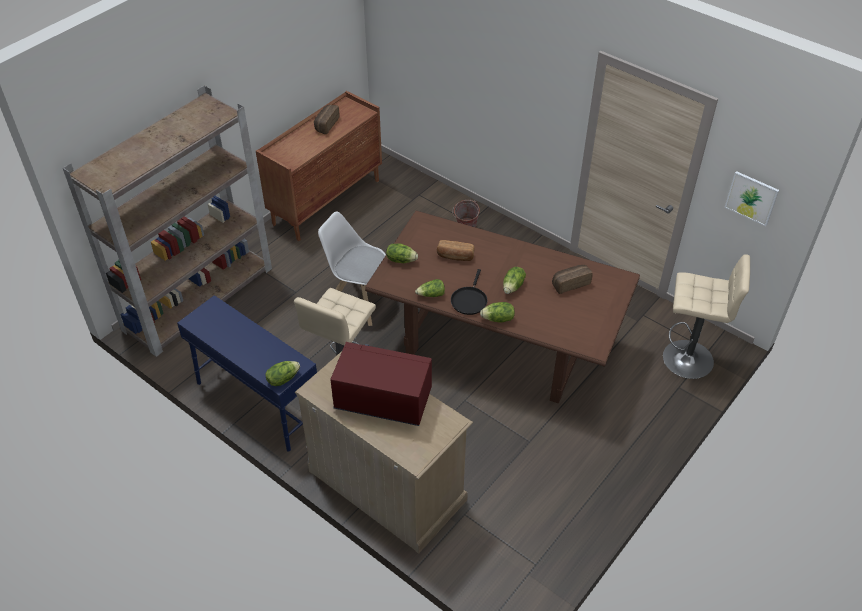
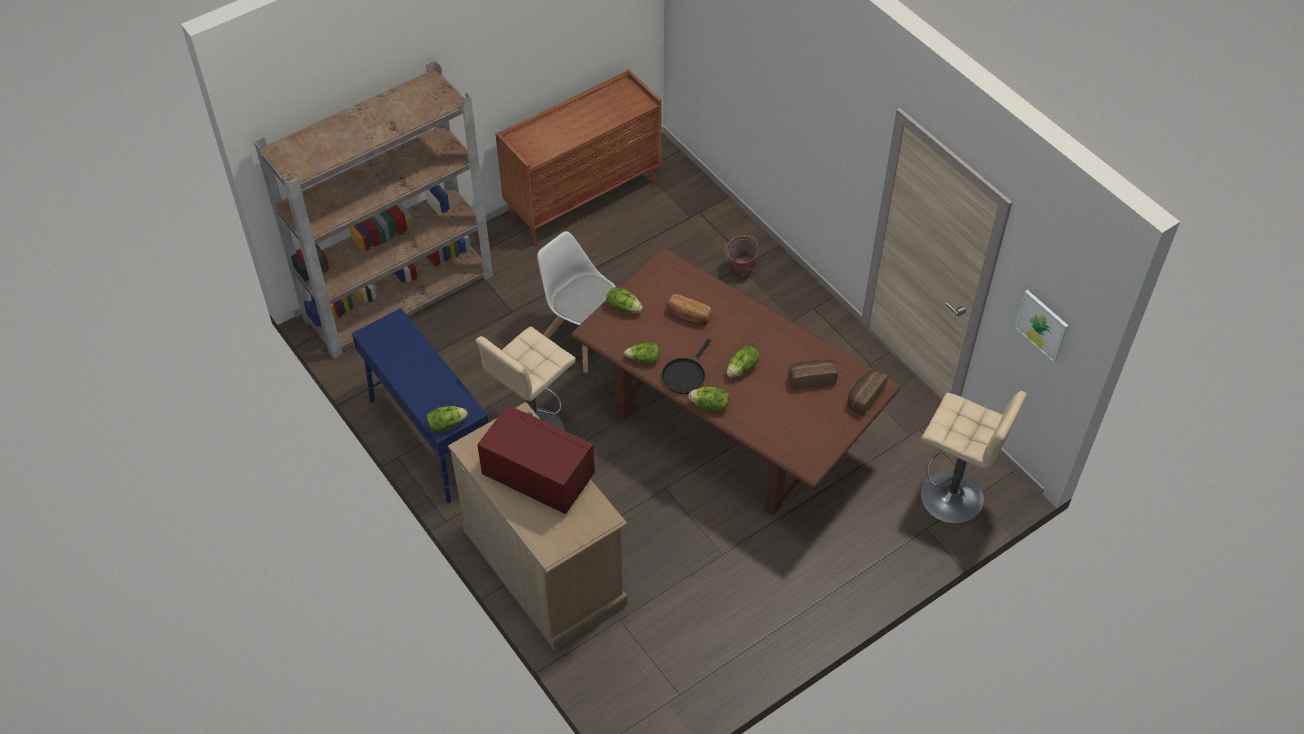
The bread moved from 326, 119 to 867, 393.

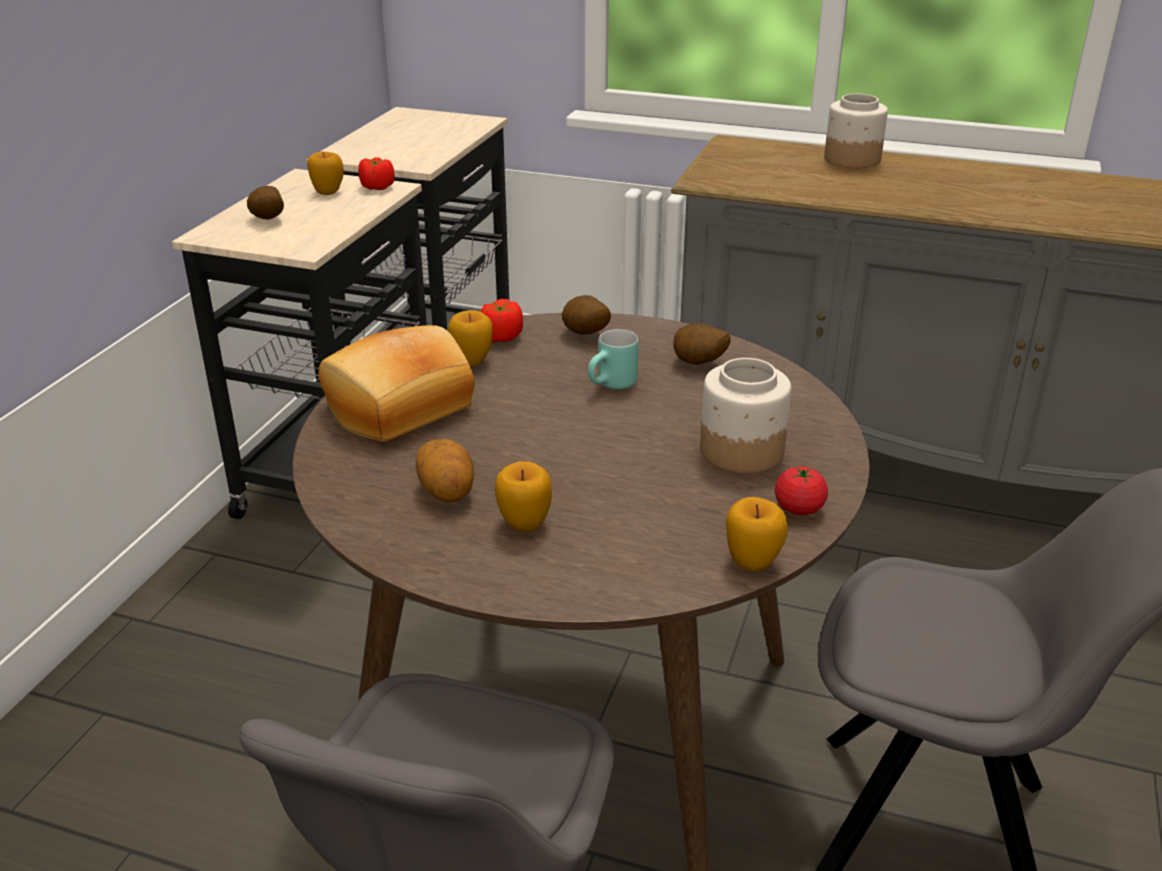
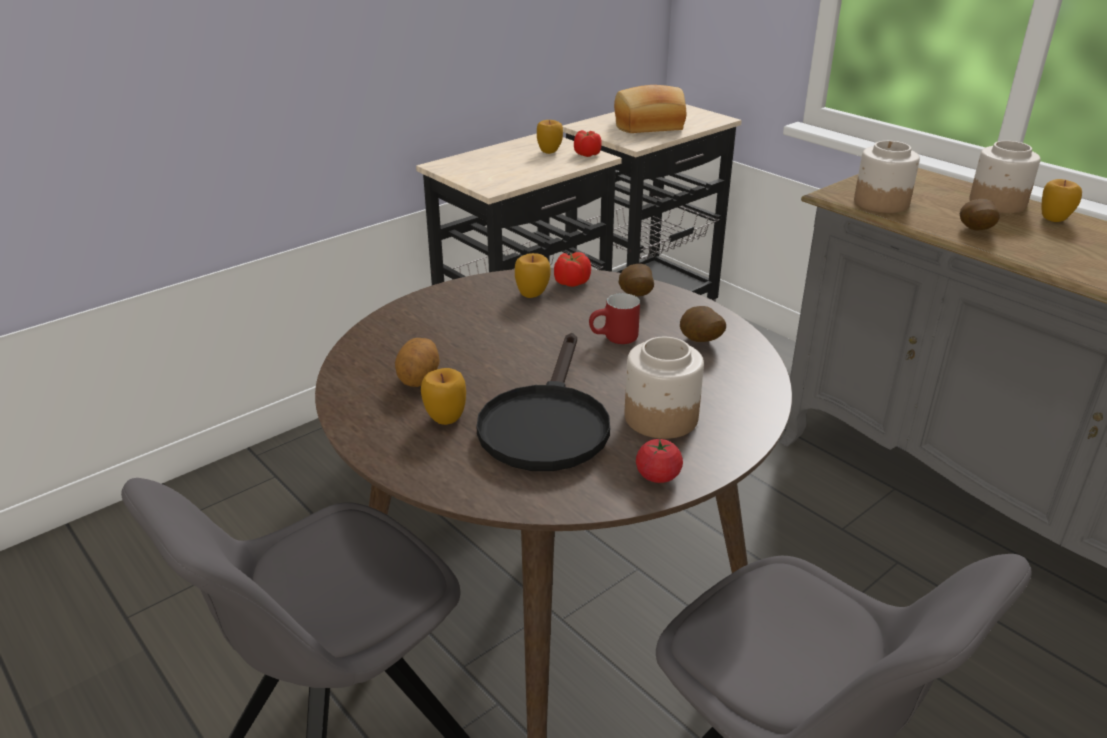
The frying pan in black at 543, 402 appeared.
The jar at 887, 177 appeared.
The potato moved from 265, 203 to 980, 215.
The bread moved from 396, 383 to 650, 109.
The apple moved from 757, 534 to 1062, 200.
The mug in turquoise at 613, 359 became the mug in red at 614, 318.

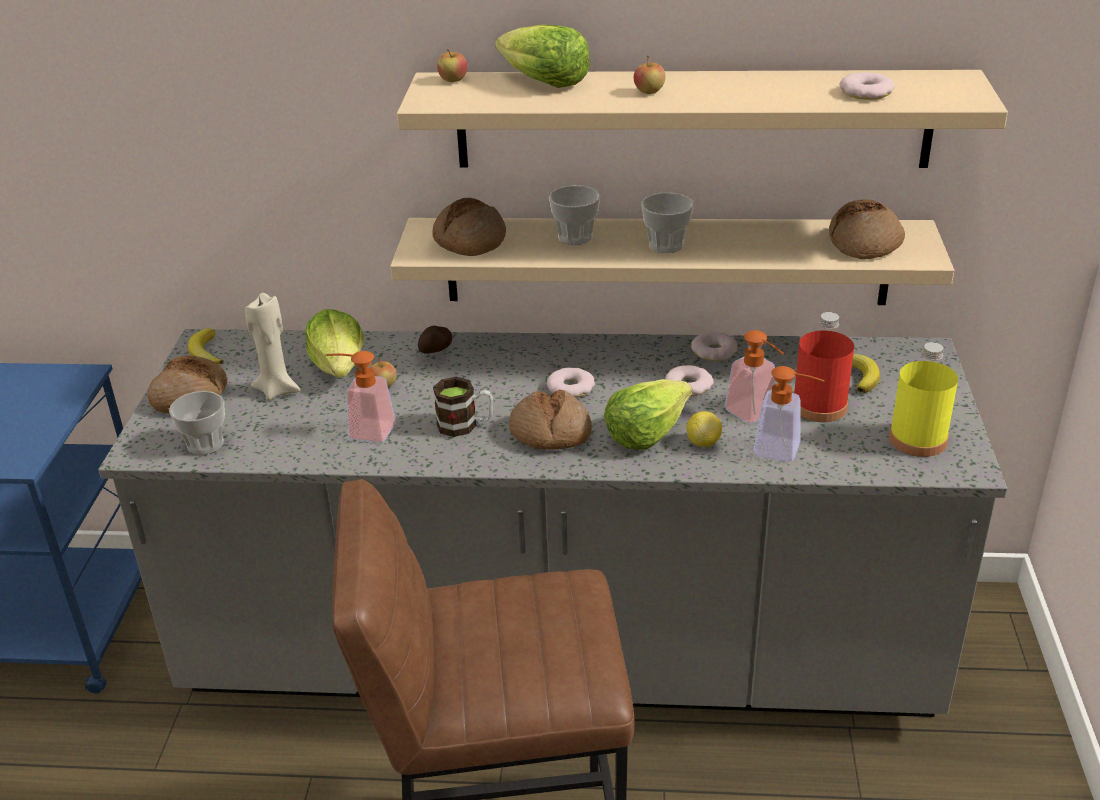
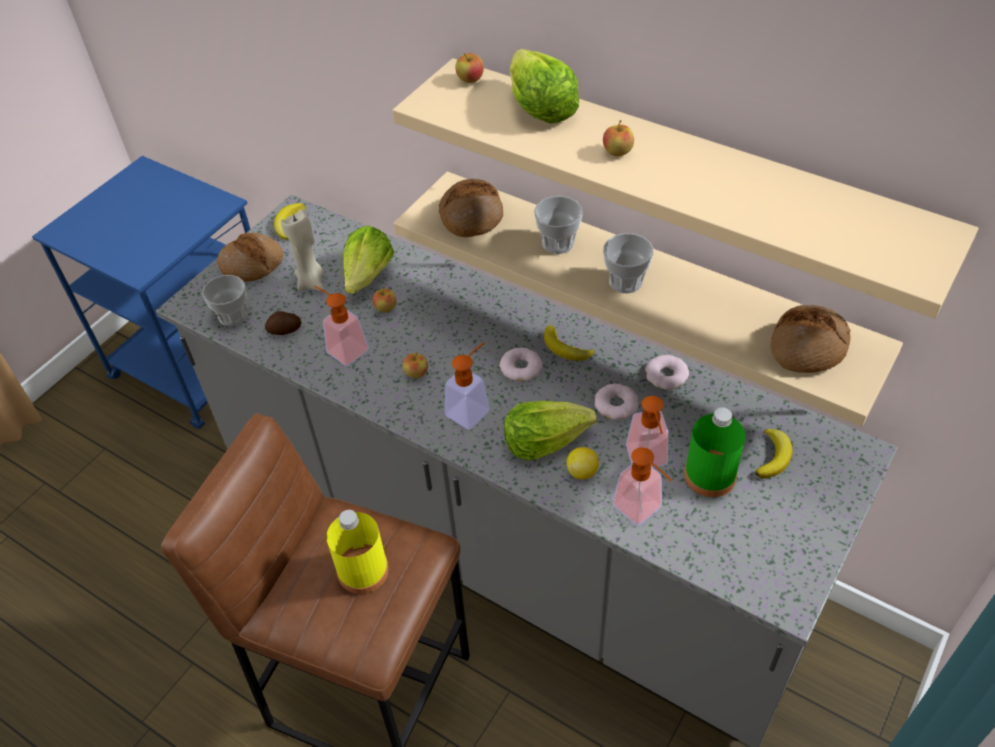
The donut at 867, 86 disappeared.
The banana at 569, 343 appeared.
The potato moved from 435, 340 to 283, 323.
The bottle in yellow moved from 923, 399 to 358, 552.
The mug at 463, 407 was replaced by the apple at 415, 365.
The bread at 550, 420 was replaced by the soap dispenser at 467, 386.
The bottle in red at 824, 367 became the bottle in green at 715, 452.

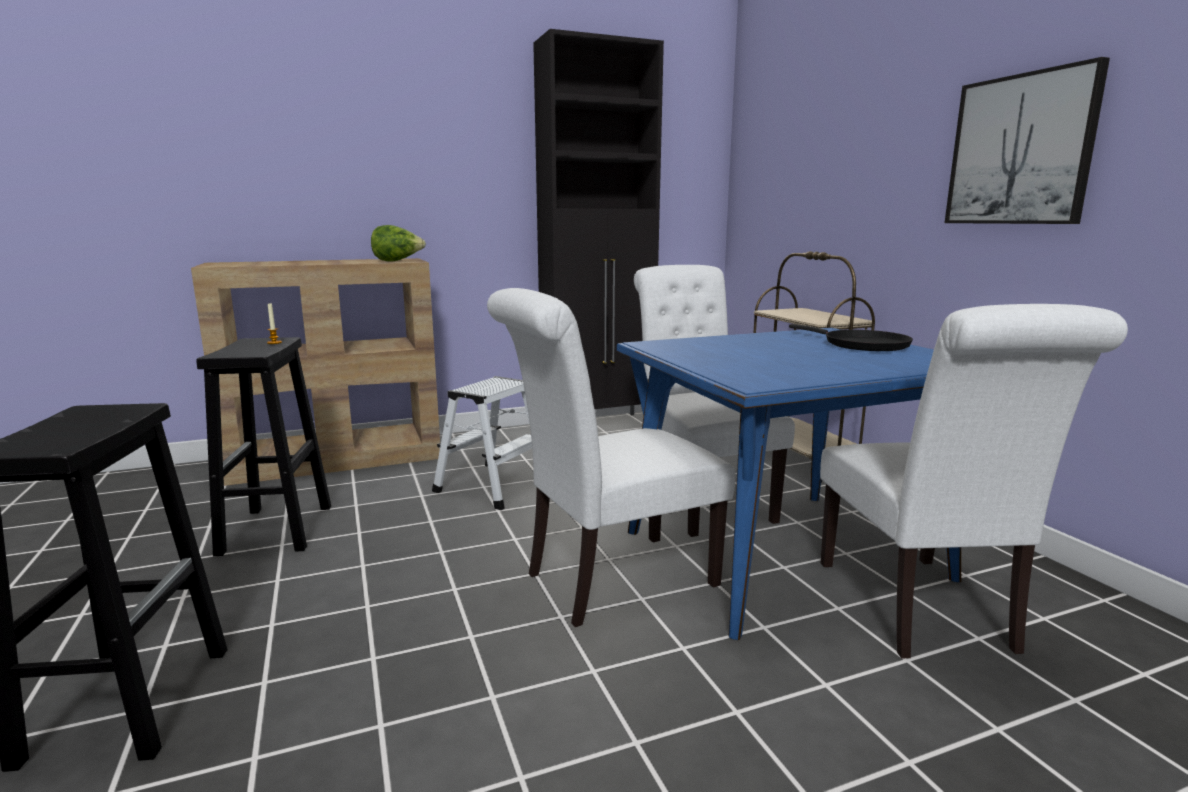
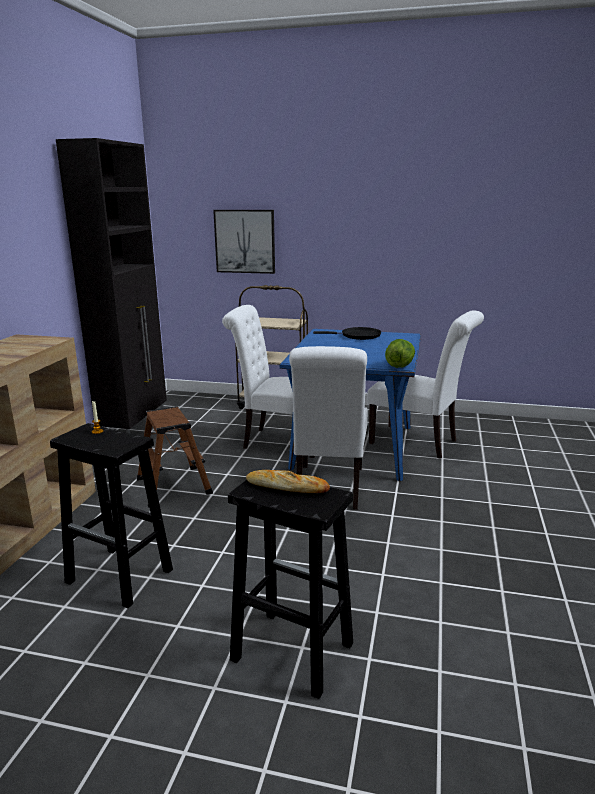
The bread at 288, 481 appeared.
The lettuce moved from 398, 243 to 400, 353.
The picture moved from 1027, 140 to 244, 242.
The step ladder in white at 482, 443 became the step ladder in brown at 175, 456.

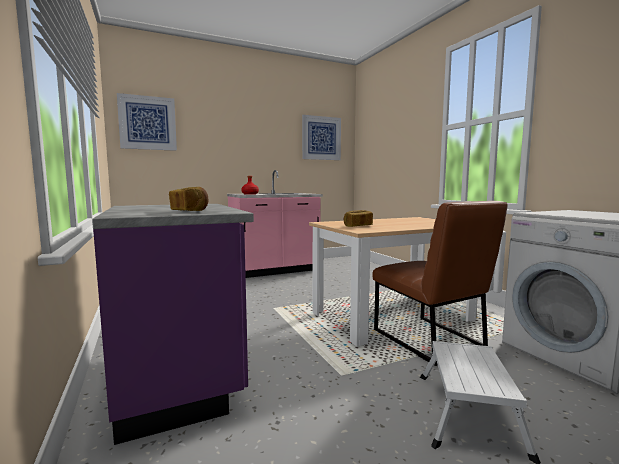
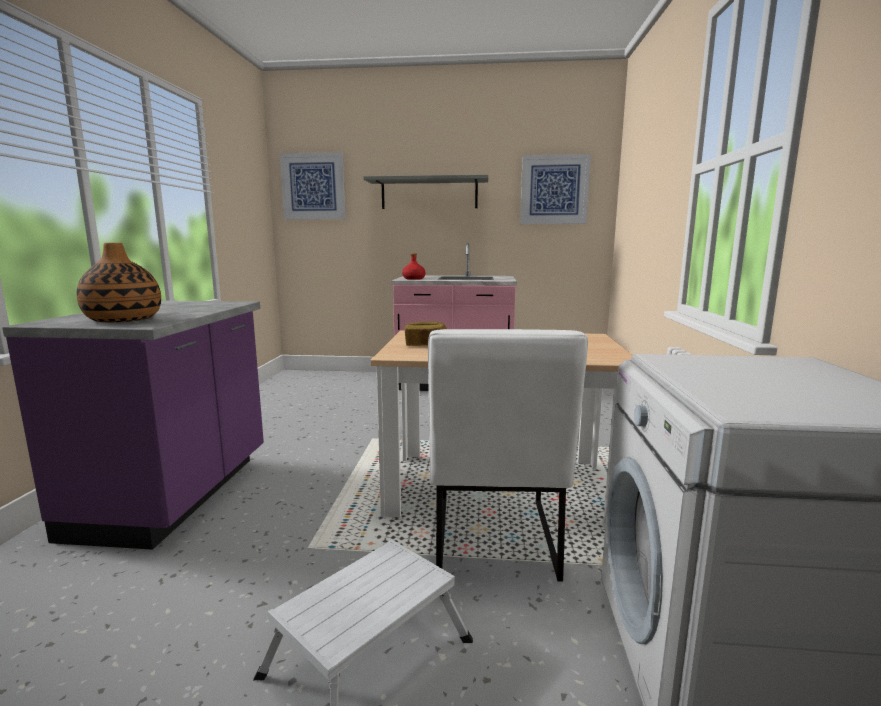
The shelf in grey at 425, 192 appeared.
The bread at 188, 199 was replaced by the vase at 118, 282.
The chair in brown at 440, 283 became the chair in white at 508, 455.

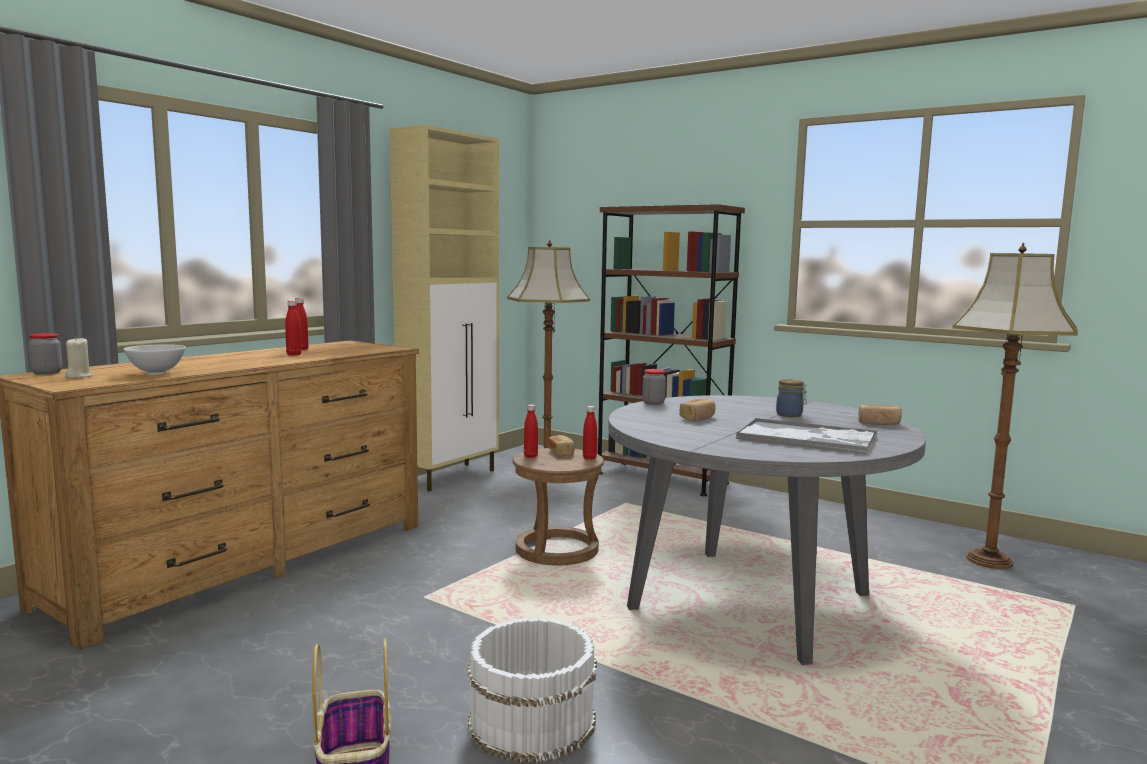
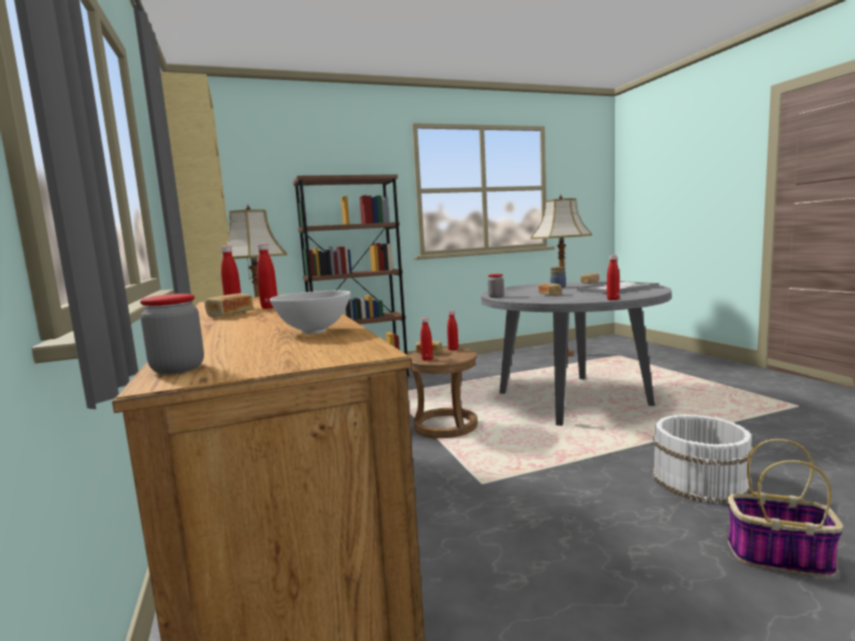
The candle in beige at 79, 357 disappeared.
The bread at 229, 305 appeared.
The bottle in red at 613, 277 appeared.

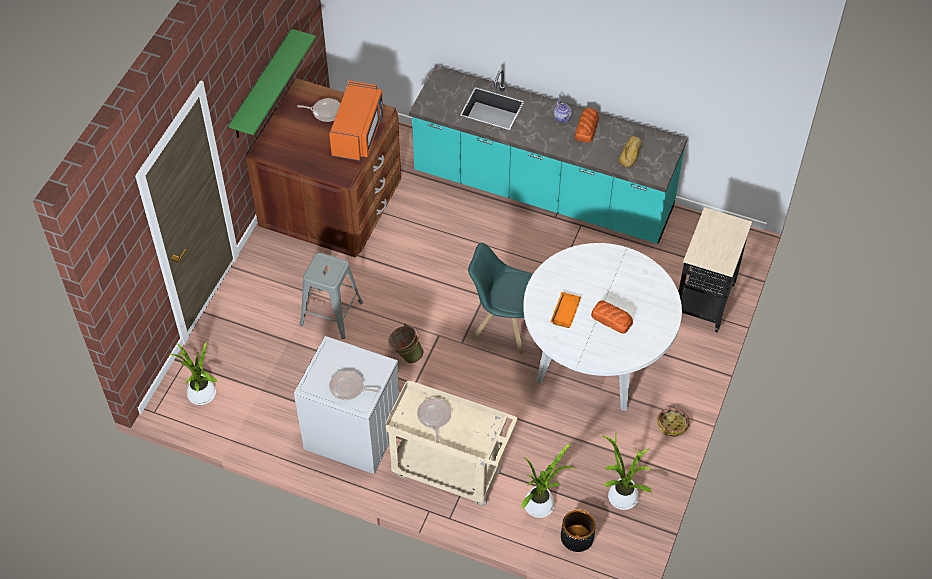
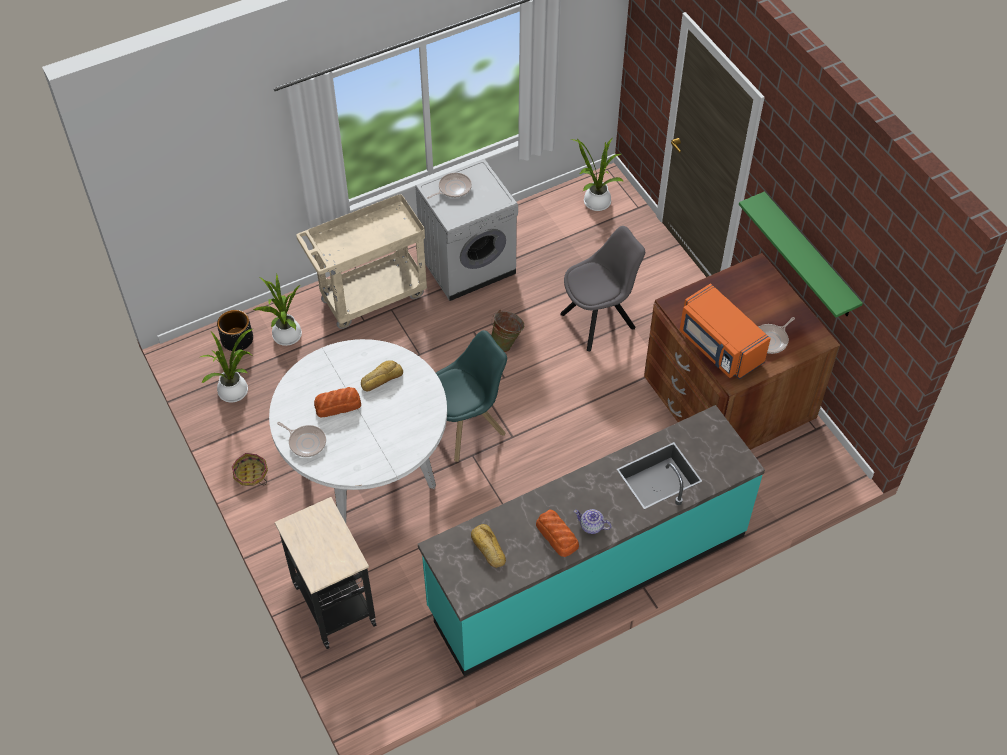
The frying pan moved from 434, 420 to 301, 439.
The stool in grey at 331, 296 was replaced by the chair in grey at 602, 288.
The tray in orange at 565, 310 was replaced by the bread at 382, 375.

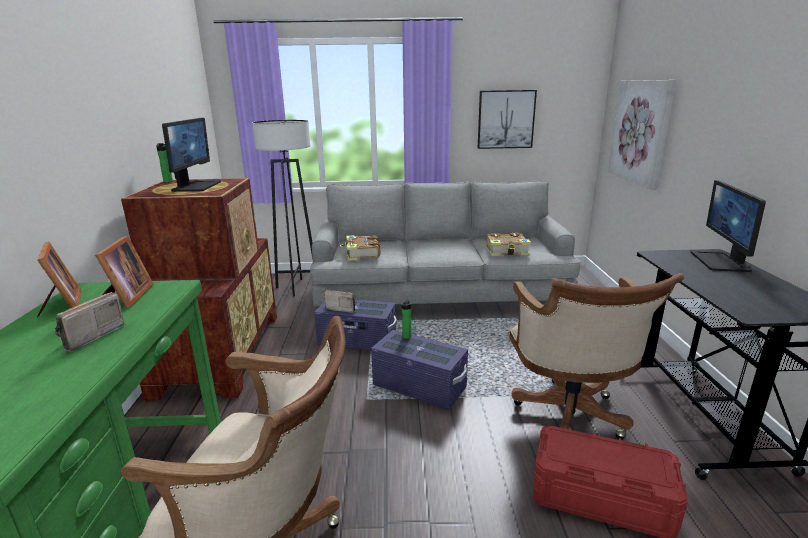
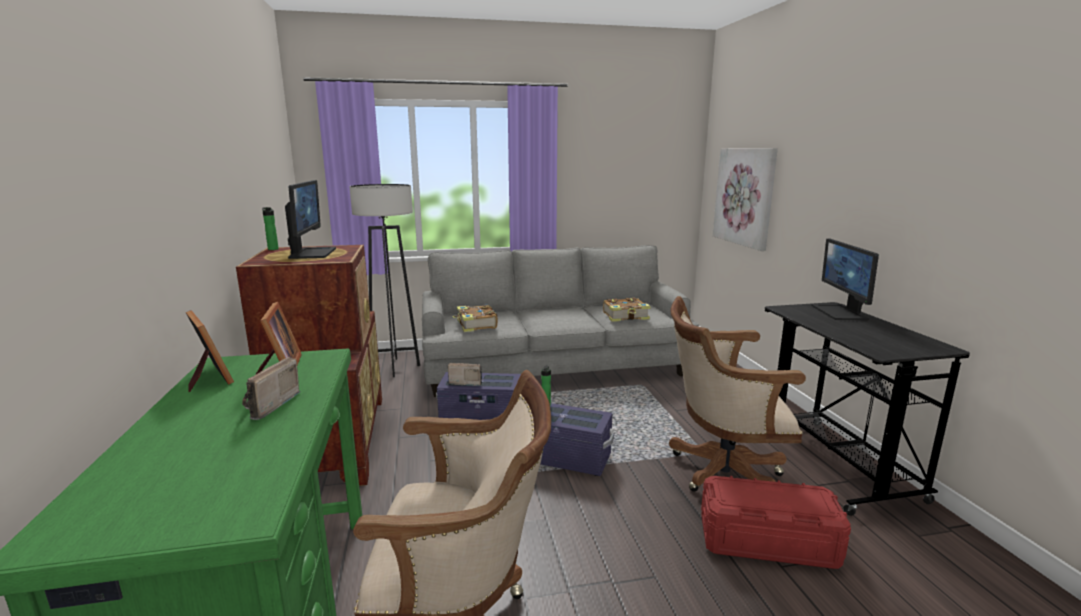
The picture at 507, 119 disappeared.
The office chair at 596, 356 turned 105 degrees clockwise.

